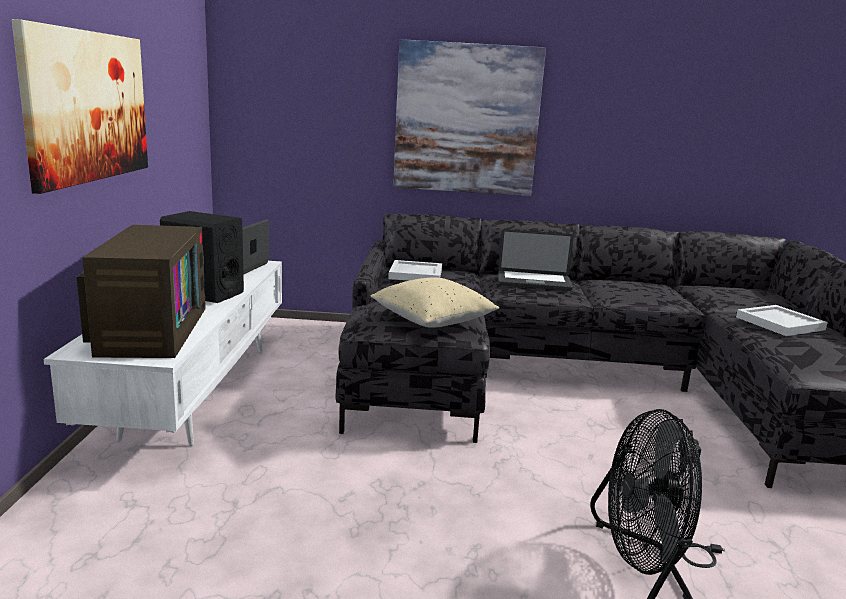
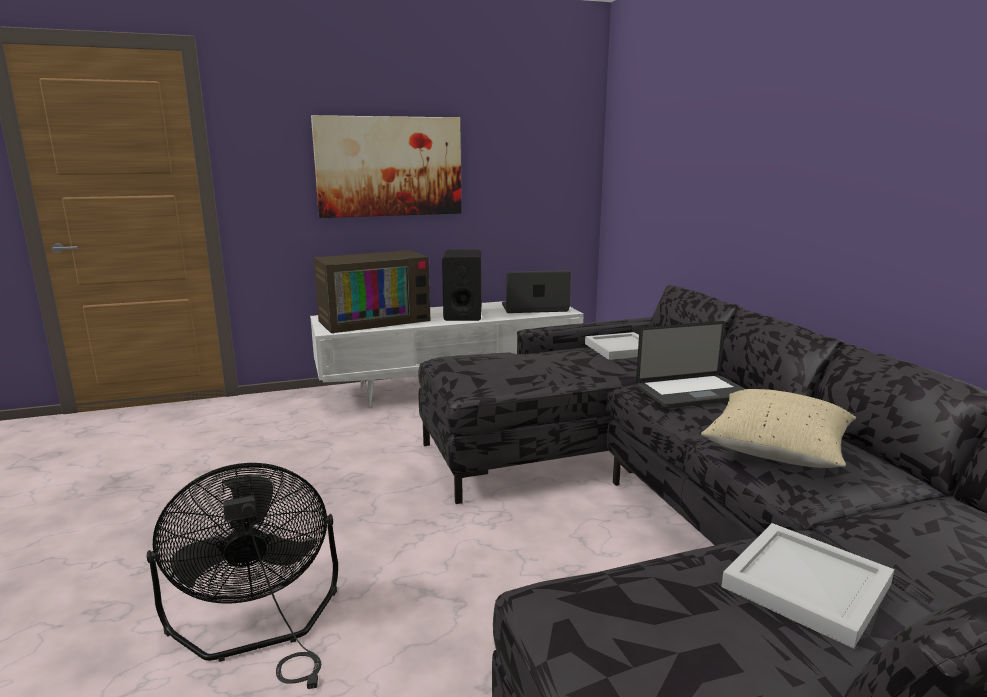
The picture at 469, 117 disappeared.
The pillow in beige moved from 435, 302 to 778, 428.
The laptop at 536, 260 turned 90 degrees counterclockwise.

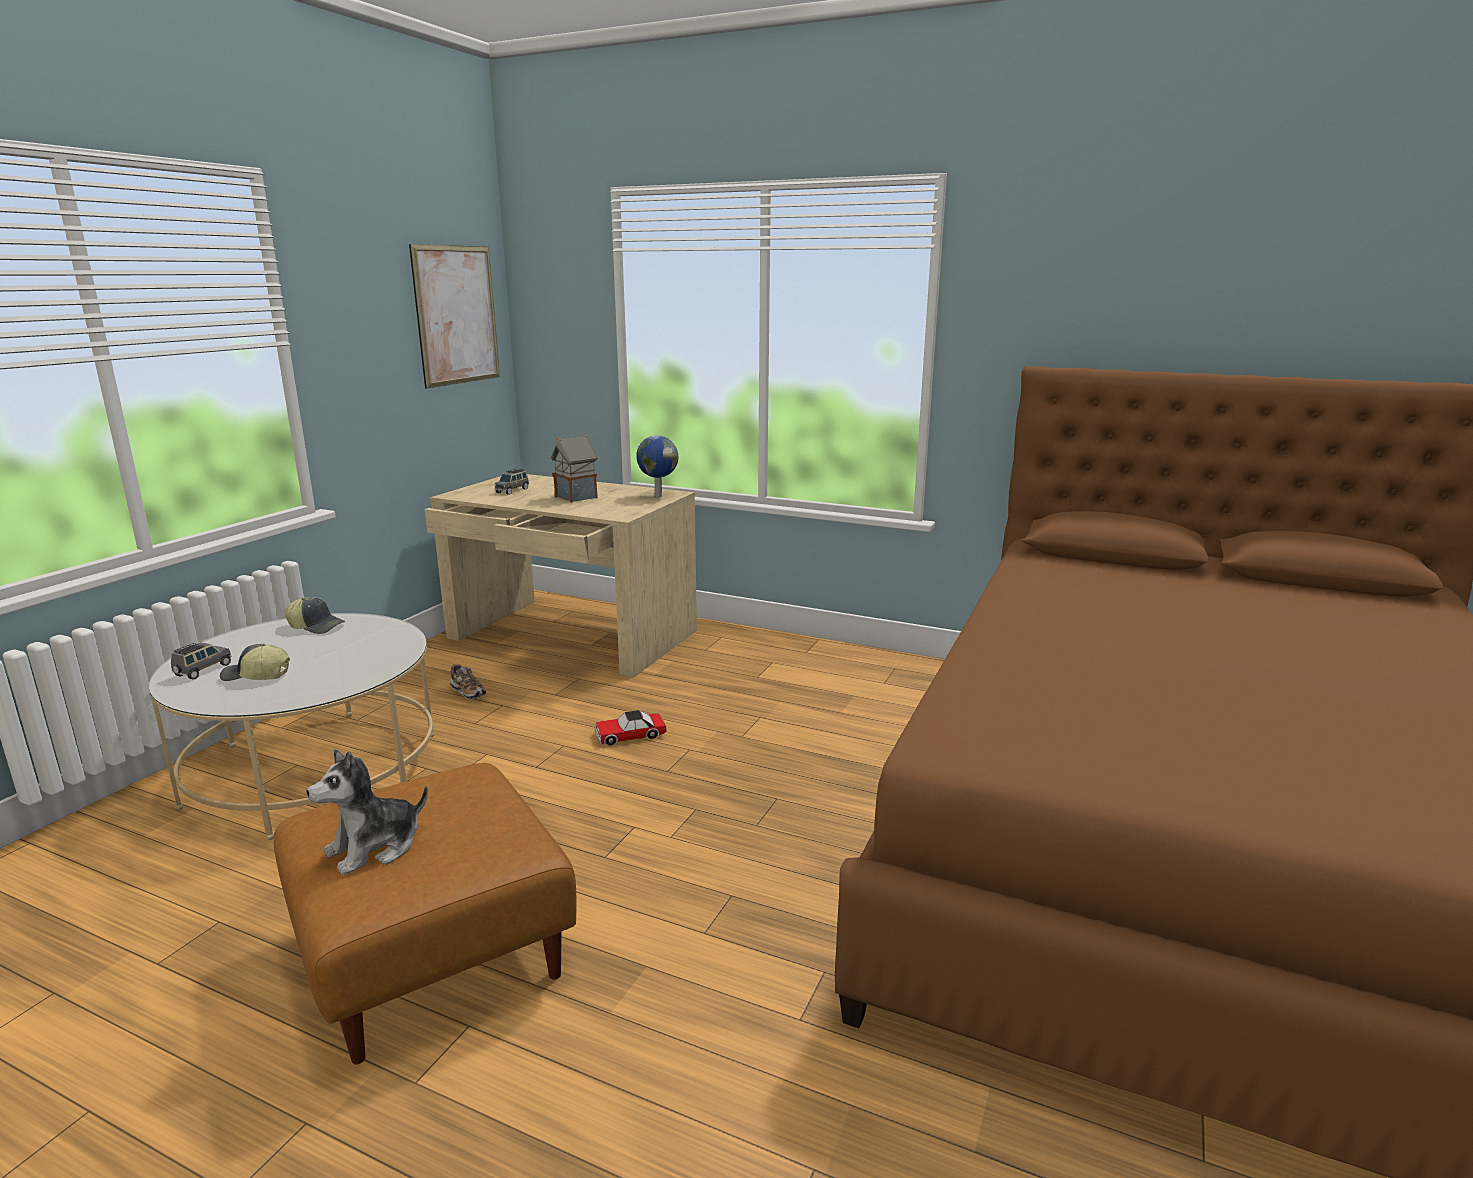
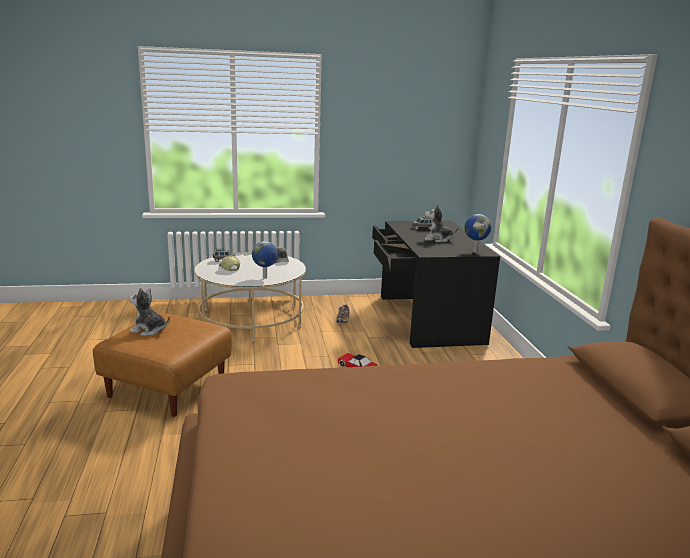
The picture at 454, 316 disappeared.
The globe at 265, 260 appeared.
The toy house at 574, 469 was replaced by the plush toy at 441, 223.
The desk in beige at 561, 575 became the desk in black at 436, 284.

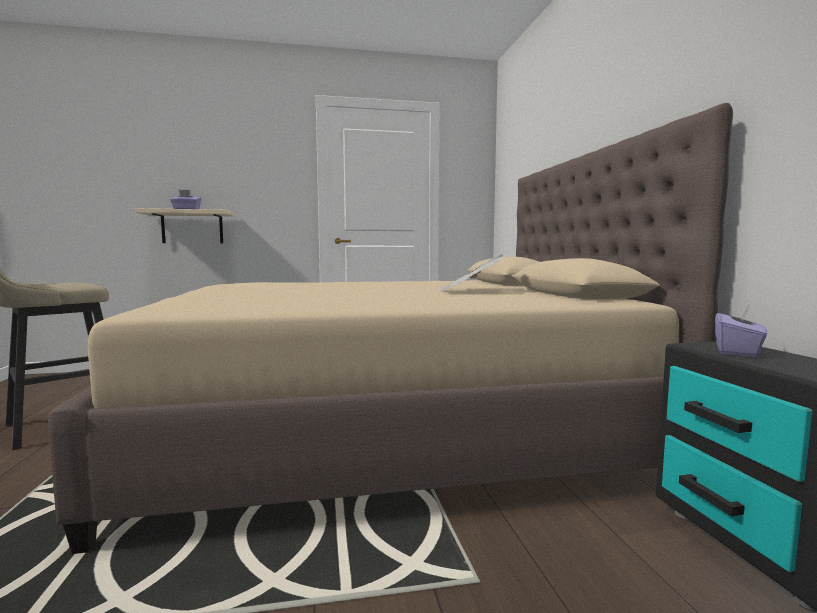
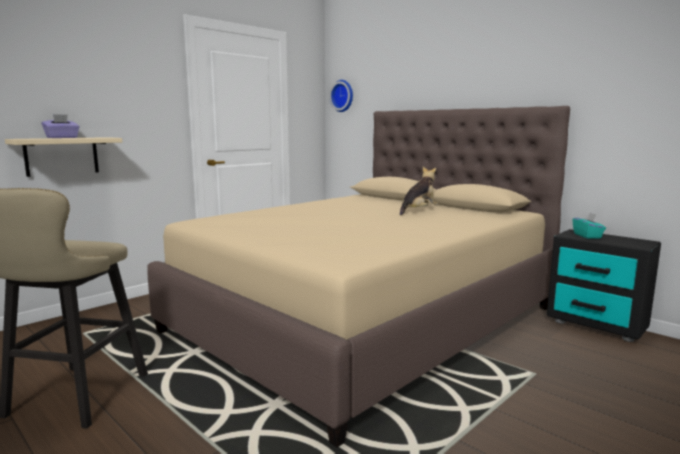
The wall clock at 341, 96 appeared.
The newspaper at 471, 272 was replaced by the plush toy at 419, 191.
The tissue box in purple at 741, 330 became the tissue box in turquoise at 589, 226.

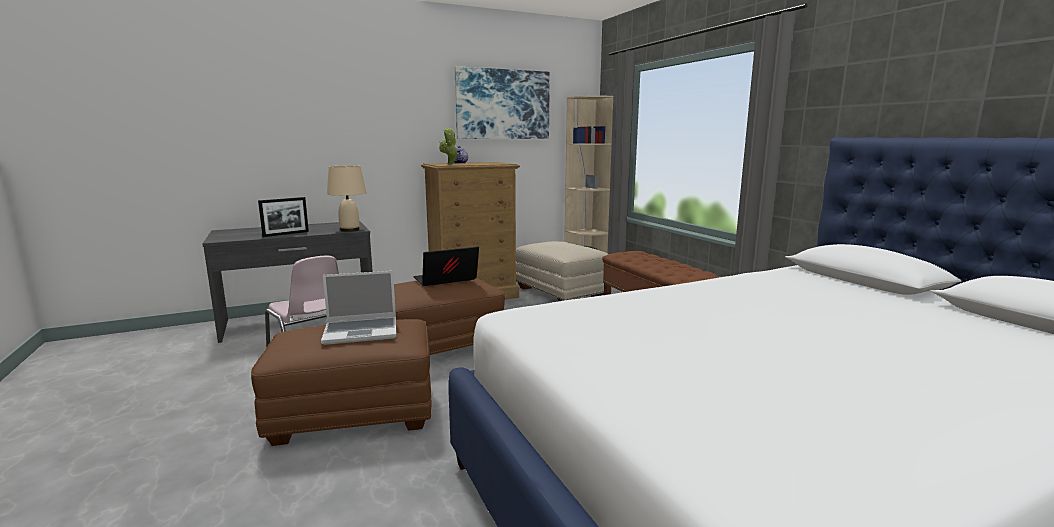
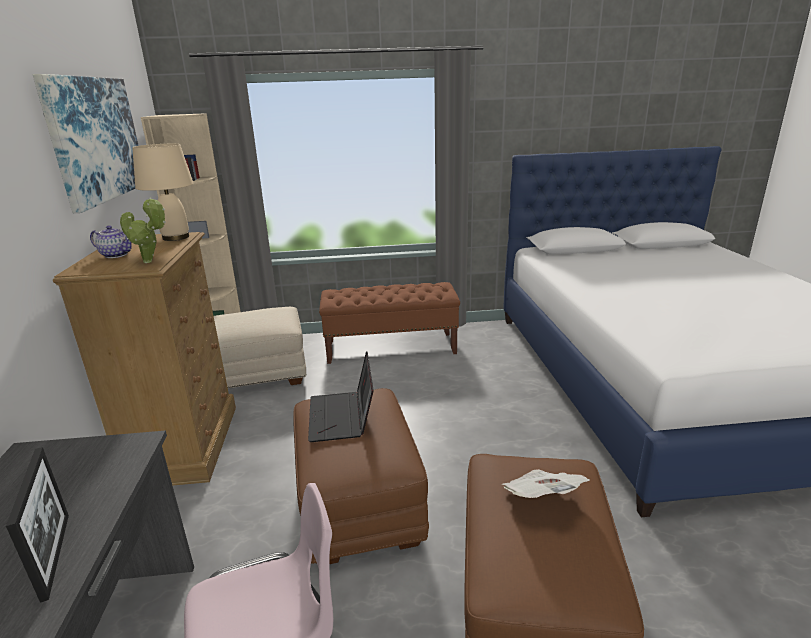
The table lamp in beige moved from 347, 199 to 163, 192.
The laptop at 358, 308 was replaced by the newspaper at 545, 483.

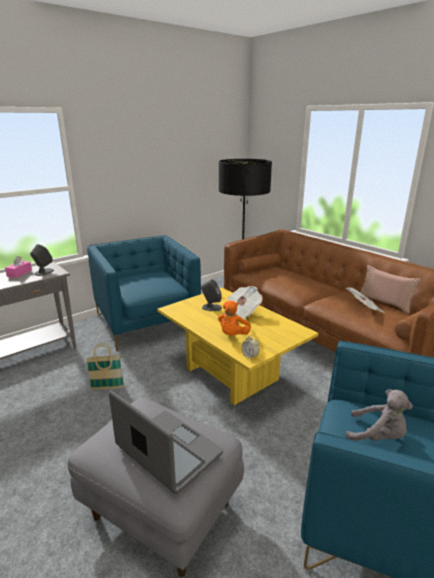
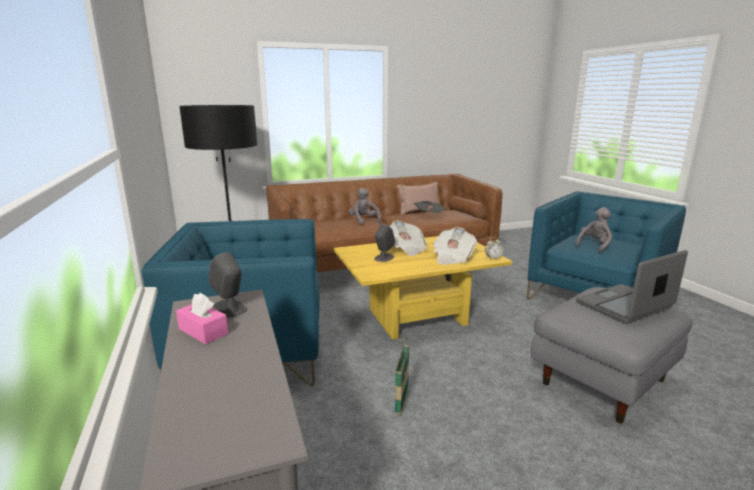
The plush toy in grey at 364, 206 appeared.
The plush toy in orange at 234, 318 was replaced by the newspaper at 455, 246.

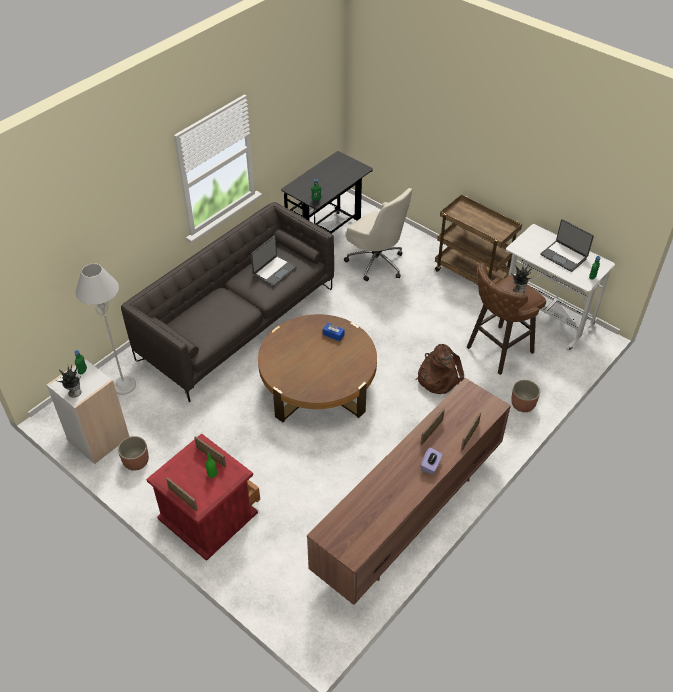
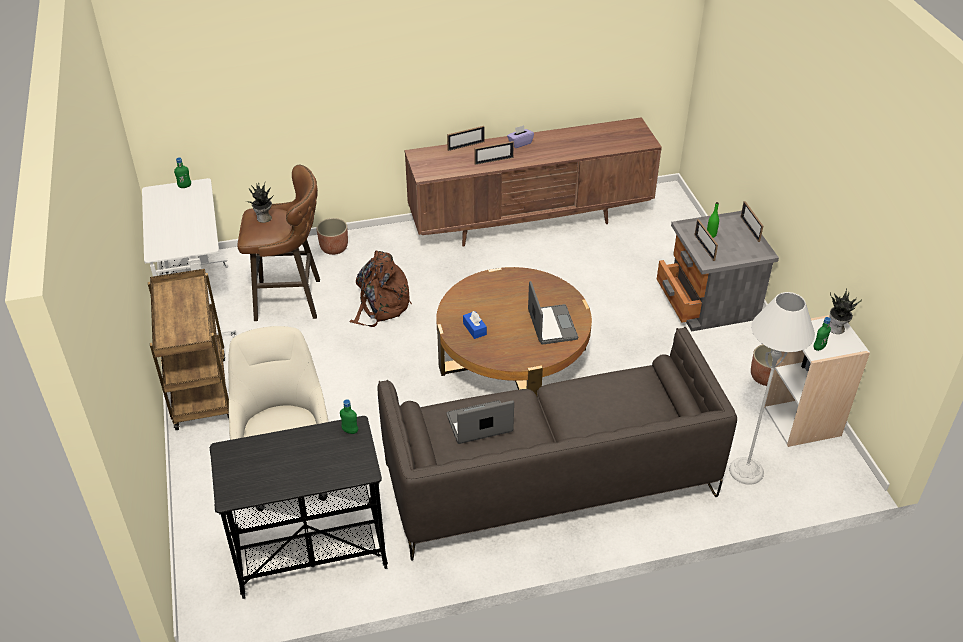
The laptop moved from 567, 245 to 553, 313.
The nightstand in red at 203, 497 became the nightstand in grey at 718, 271.

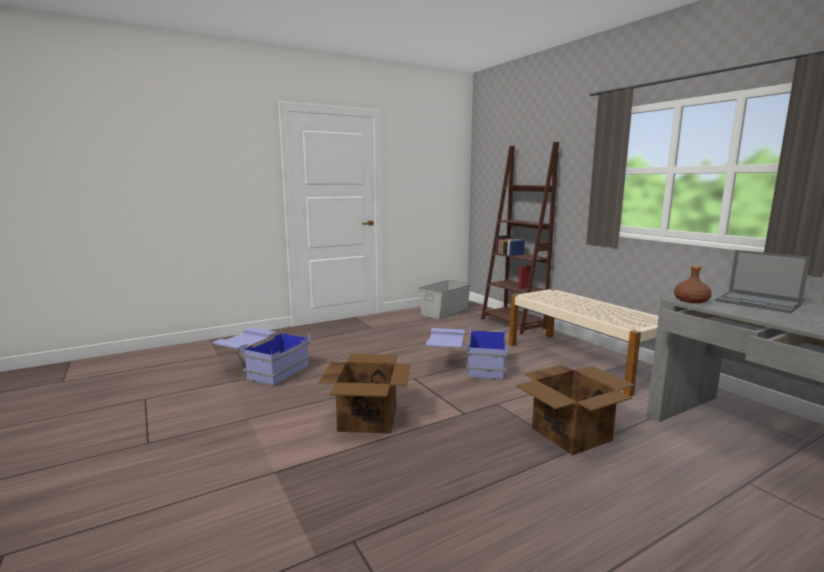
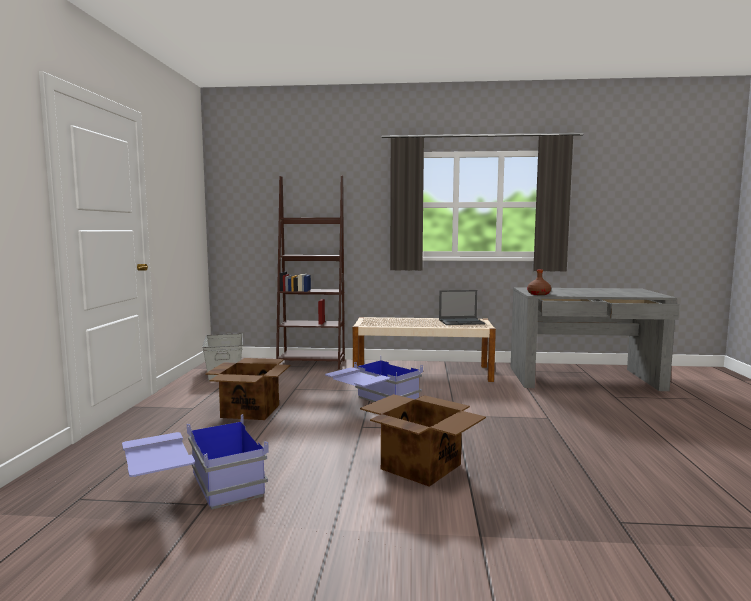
The cardboard box moved from 575, 410 to 248, 389.
The laptop moved from 763, 281 to 462, 307.

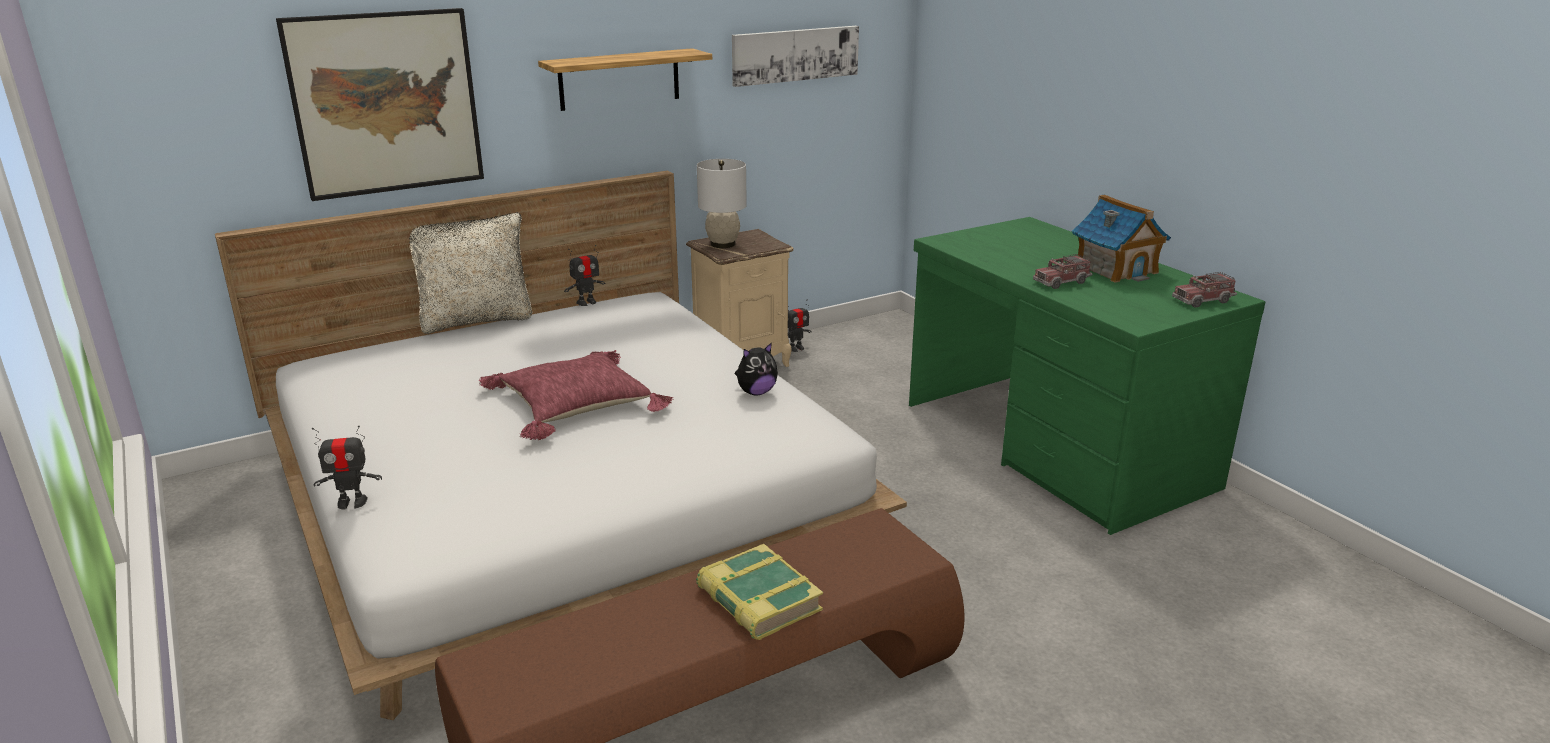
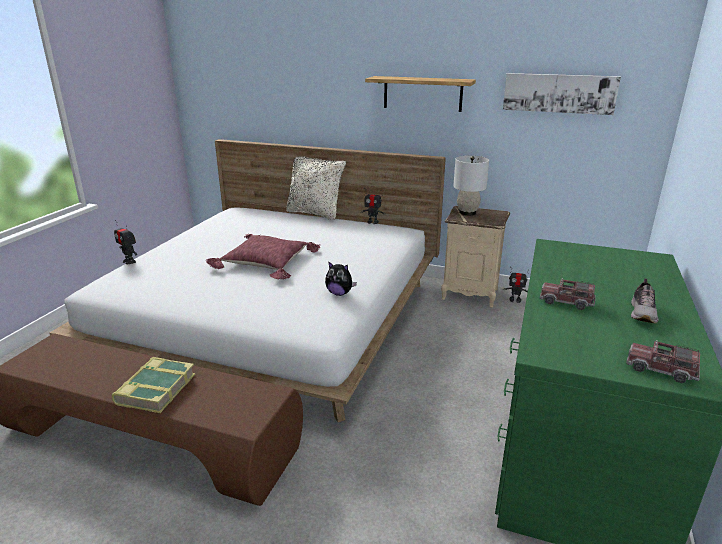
The picture at 380, 104 disappeared.
The toy house at 1121, 239 was replaced by the shoe at 645, 301.

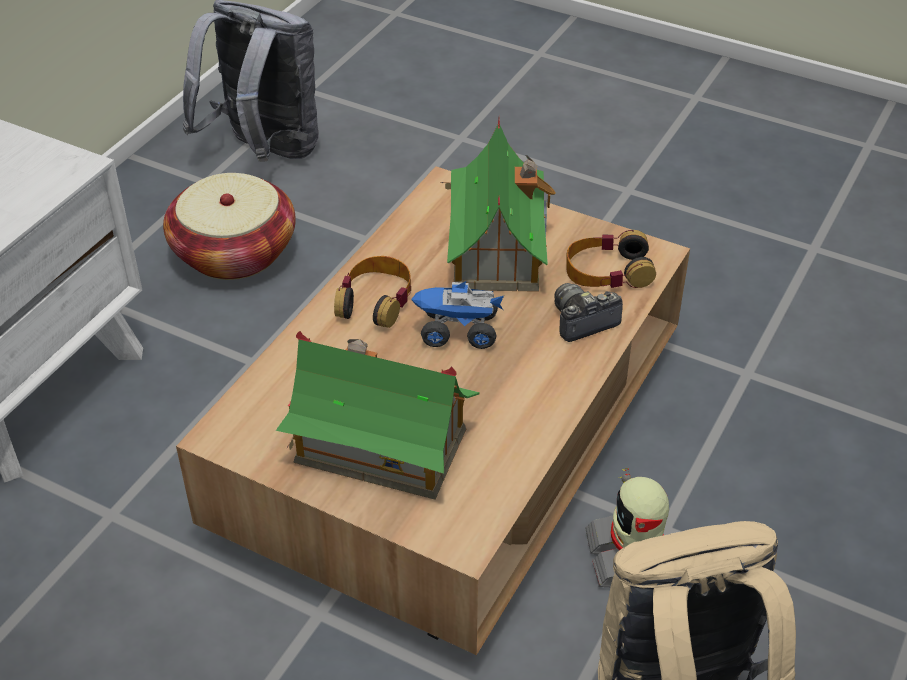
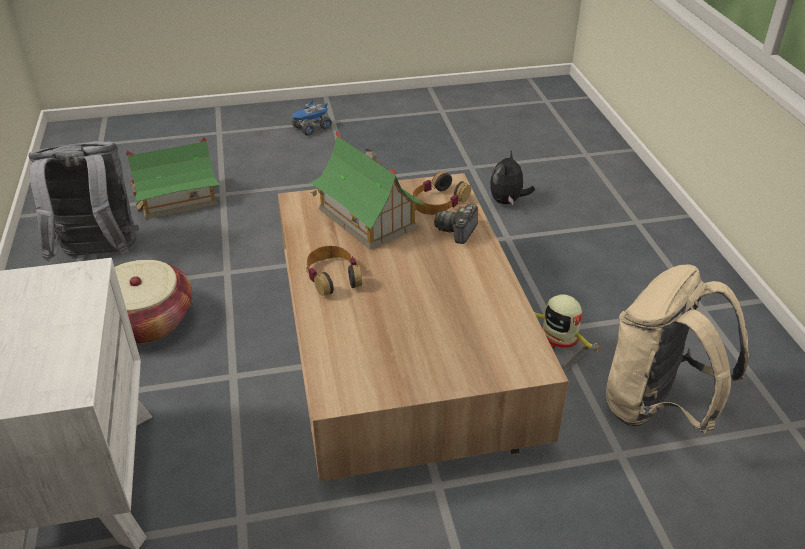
The plush toy at 512, 177 appeared.
The toy house moved from 377, 415 to 173, 178.
The toy truck moved from 457, 315 to 312, 118.

